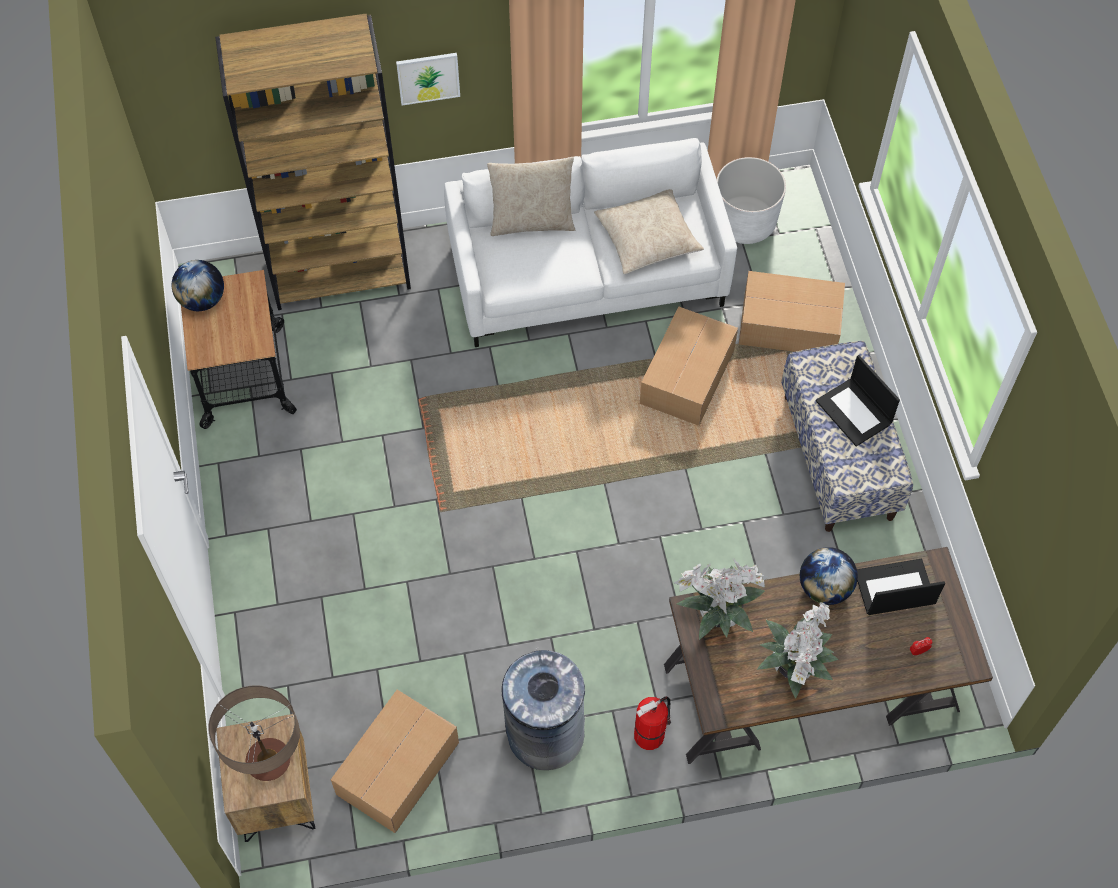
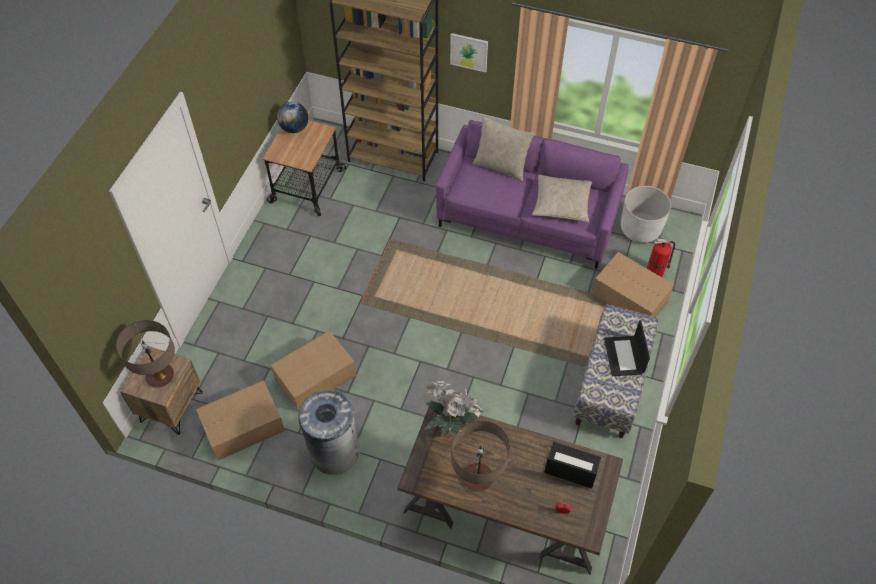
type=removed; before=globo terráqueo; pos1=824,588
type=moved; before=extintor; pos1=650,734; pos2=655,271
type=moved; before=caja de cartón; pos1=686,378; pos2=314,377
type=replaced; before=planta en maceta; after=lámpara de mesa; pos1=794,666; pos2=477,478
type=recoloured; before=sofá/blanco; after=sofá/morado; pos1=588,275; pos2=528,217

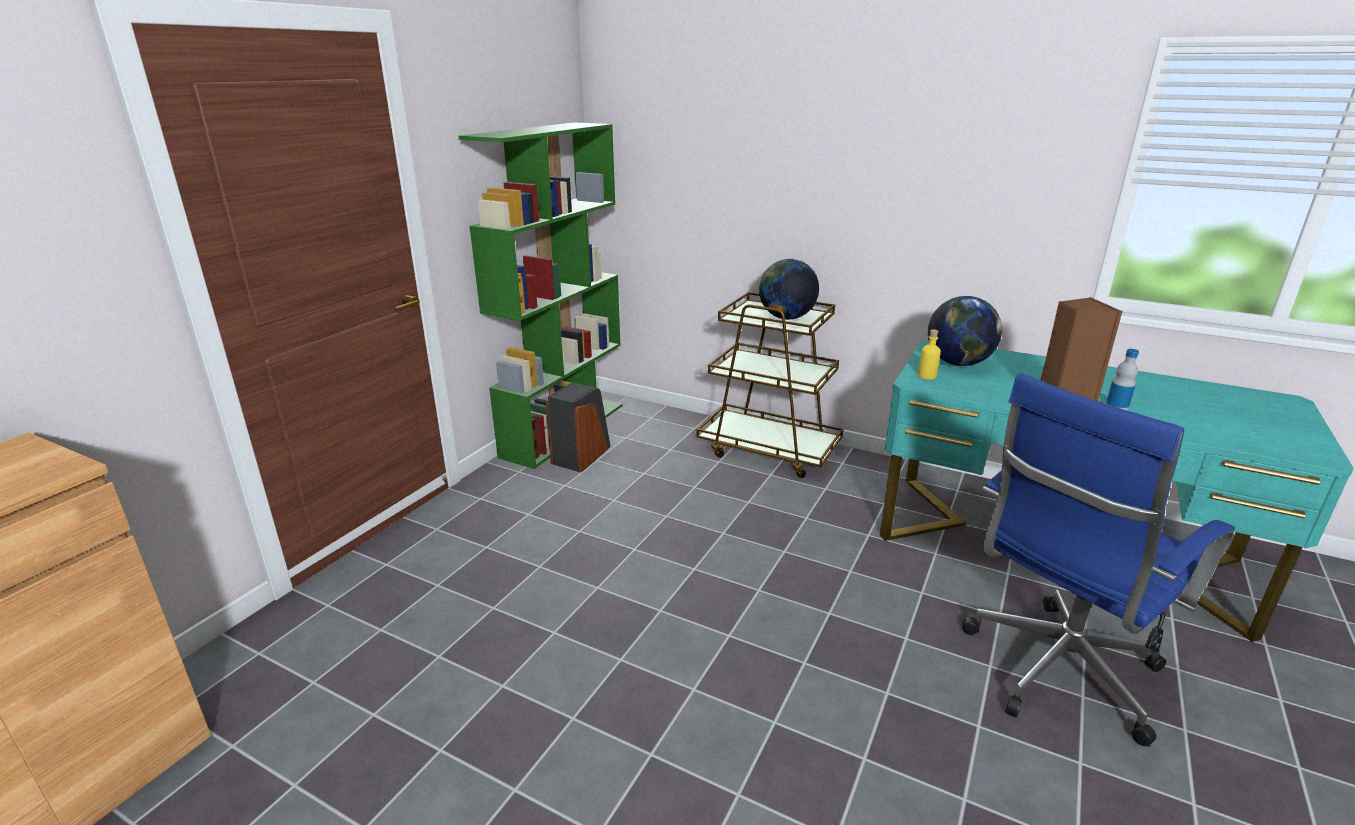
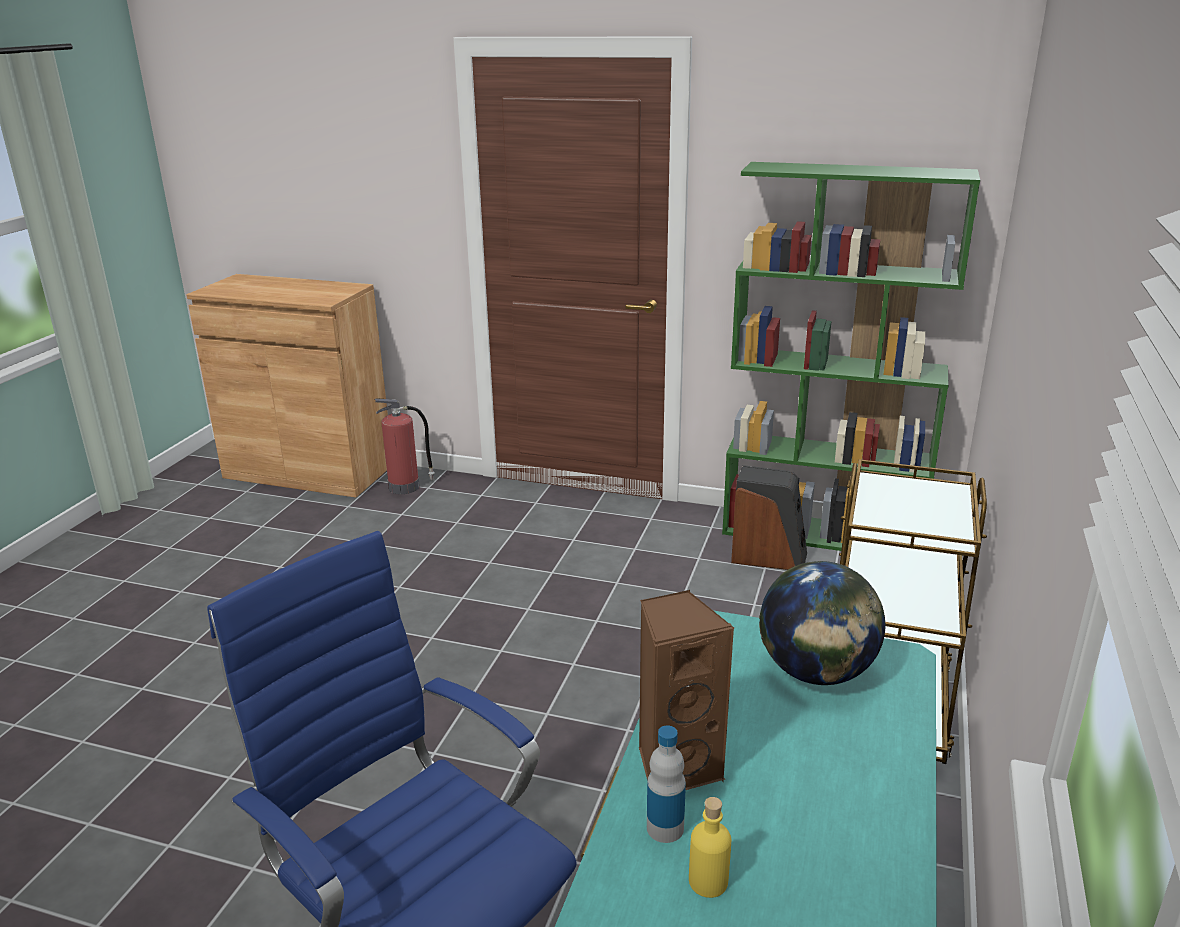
type=removed; before=globo terráqueo; pos1=786,318
type=added; after=extintor; pos2=406,487
type=moved; before=botella/amarillo; pos1=927,376; pos2=708,881

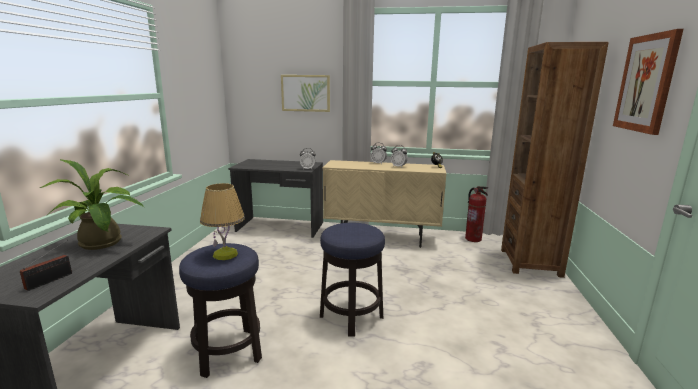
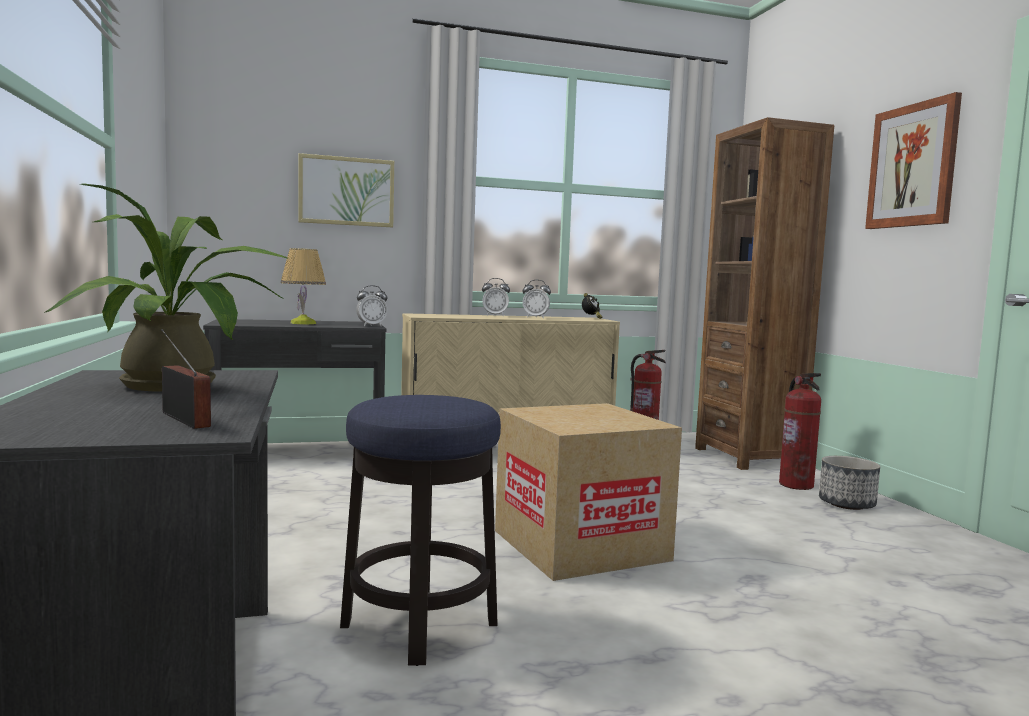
type=added; after=extintor; pos2=796,485
type=added; after=maceta; pos2=847,504
type=moved; before=lámpara de mesa; pos1=225,254; pos2=303,323
type=replaced; before=taburete; after=caja de cartón; pos1=351,317; pos2=580,545
type=turned; before=radio; pos1=52,280; pos2=185,418; turn=-45

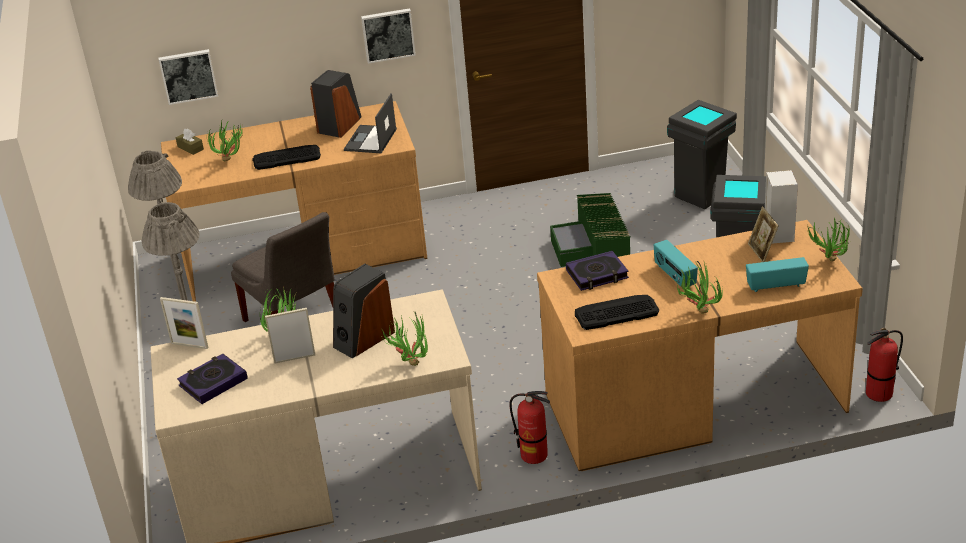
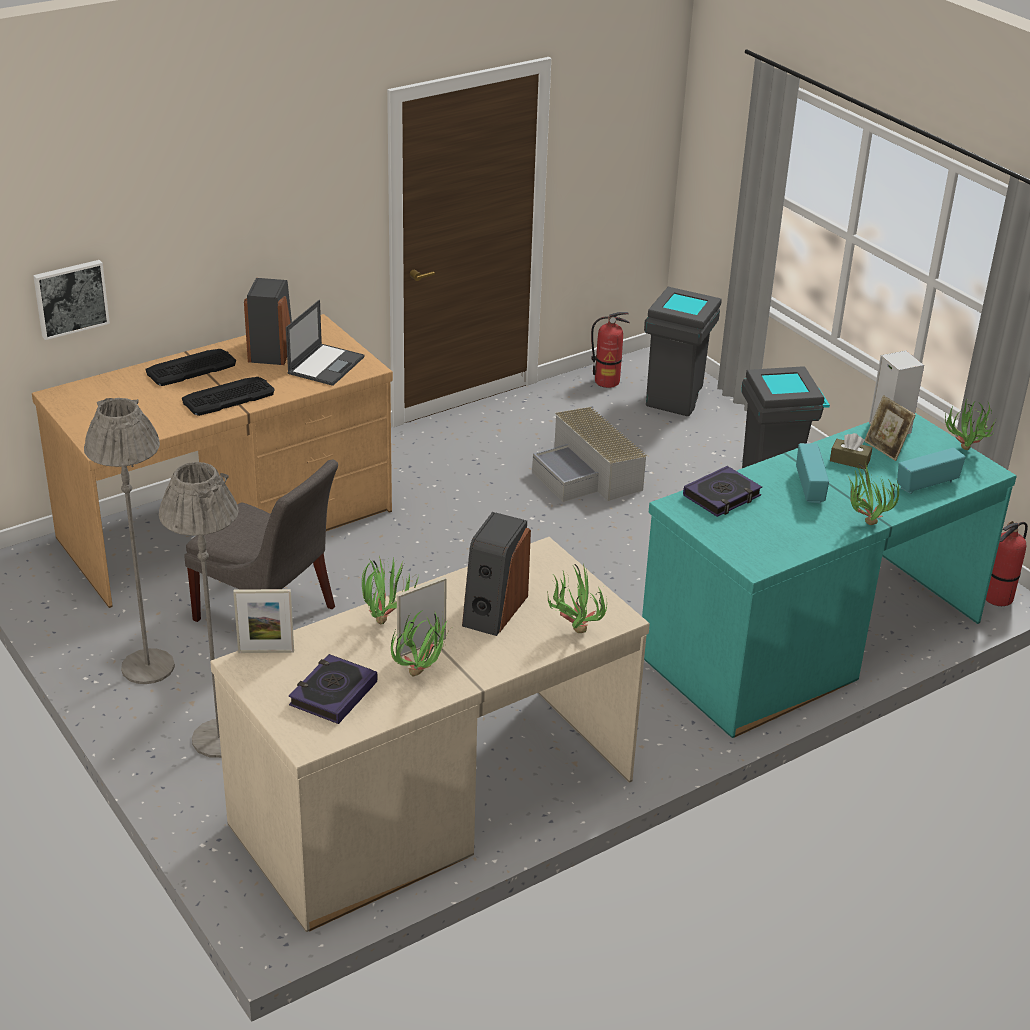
type=removed; before=cuadro; pos1=388,34
type=moved; before=caja de pañuelos/marrón; pos1=190,148; pos2=849,460
type=moved; before=planta en maceta; pos1=231,161; pos2=423,674
type=moved; before=extintor; pos1=534,455; pos2=607,382
type=moved; before=teclado; pos1=616,312; pos2=190,368
type=recoloured; before=escritorio/marrón; after=escritorio/turquesa; pos1=693,401; pos2=810,636
type=recoloured; before=caja de almacenaje/verde; after=caja de almacenaje/gris; pos1=594,247; pos2=588,474
type=turned; before=portátil; pos1=370,140; pos2=326,365; turn=-150
type=turned; before=radio; pos1=674,276; pos2=810,487; turn=-135

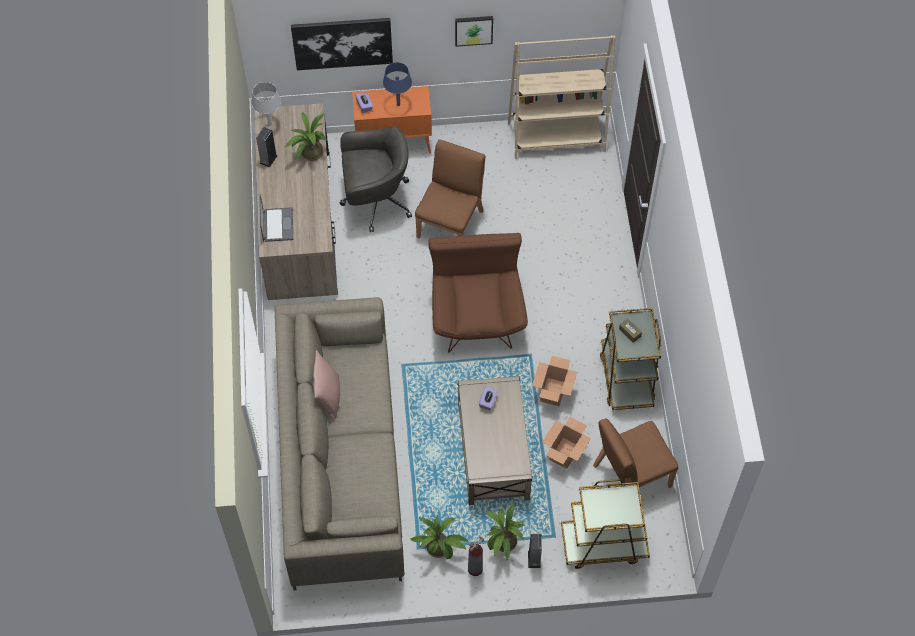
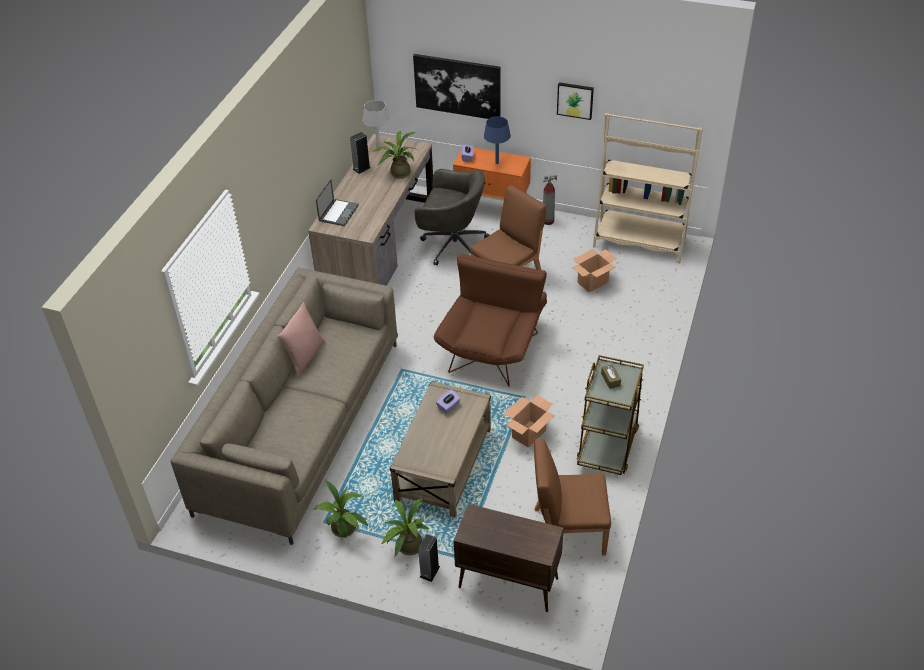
type=moved; before=extintor; pos1=475,569; pos2=548,221
type=moved; before=caja de cartón; pos1=564,453; pos2=592,282
type=replaced; before=carrito/marrón; after=armario/marrón; pos1=603,544; pos2=507,583

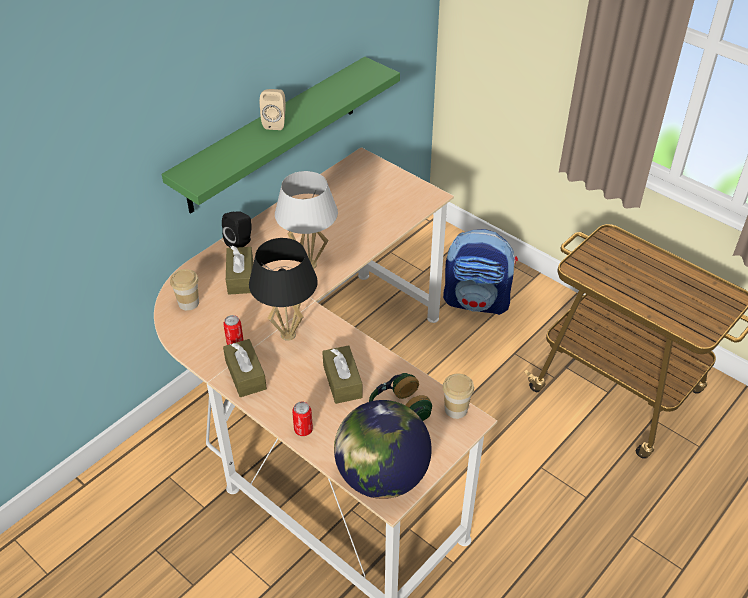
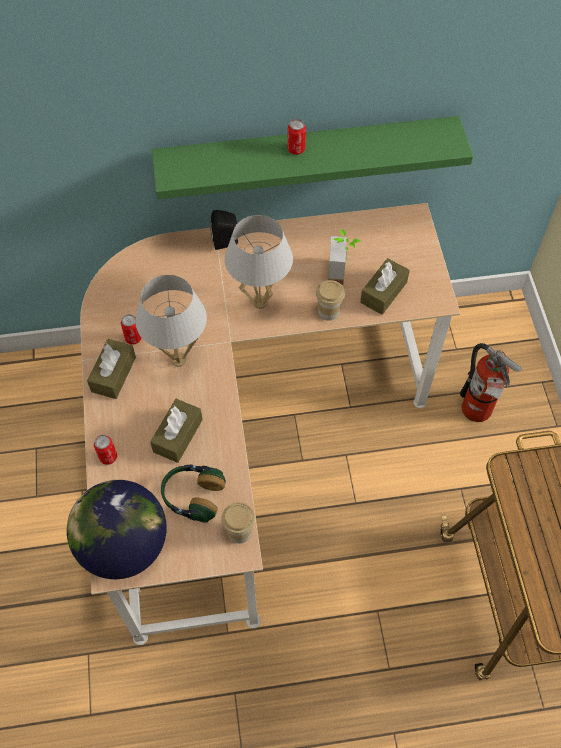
type=added; after=planta en maceta; pos2=342,272
type=moved; before=taza; pos1=188,303; pos2=328,311
type=moved; before=caja de pañuelos/marrón; pos1=240,277; pos2=383,292
type=replaced; before=altavoz/beis; after=lata; pos1=275,123; pos2=296,149
type=replaced; before=mochila; after=extintor; pos1=477,301; pos2=477,413
type=recoloured; before=lámpara de mesa/negro; after=lámpara de mesa/blanco; pos1=288,334; pos2=179,360

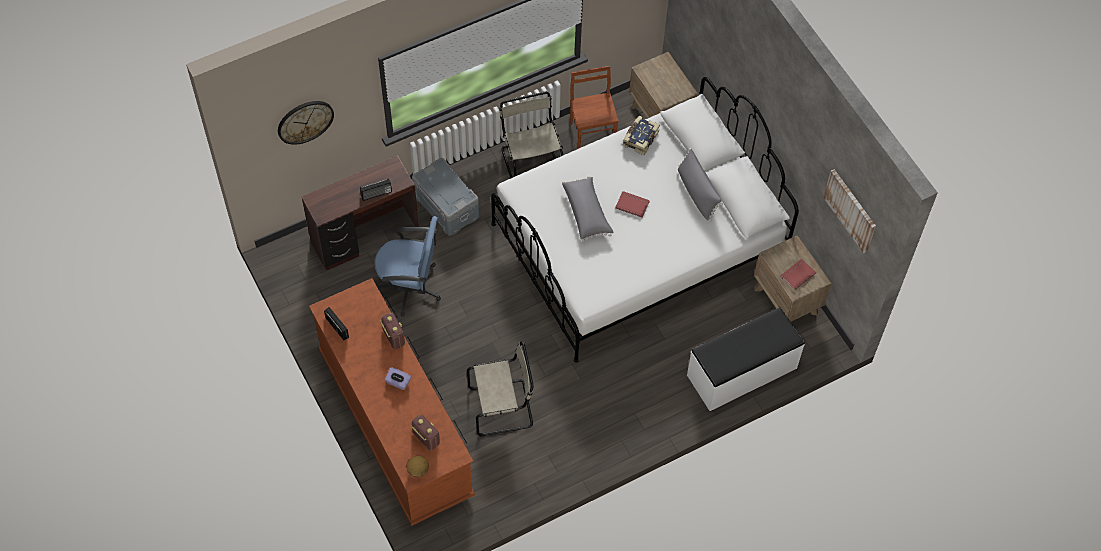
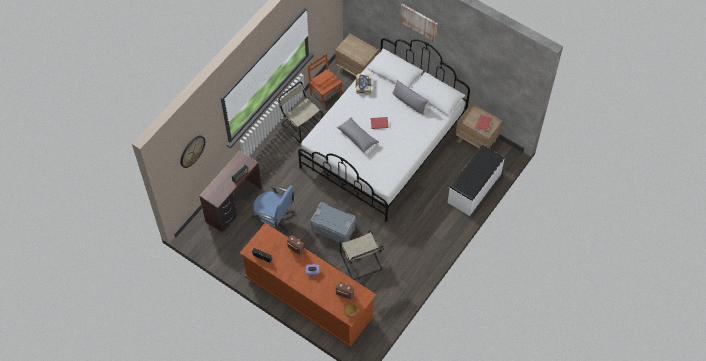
type=moved; before=caja de almacenaje/gris; pos1=446,206; pos2=333,228
type=moved; before=cuadro; pos1=850,210; pos2=419,21
type=turned; before=silla de oficina/azul; pos1=410,287; pos2=274,221; turn=45
type=turned; before=silla/beis; pos1=503,407; pos2=361,262; turn=105

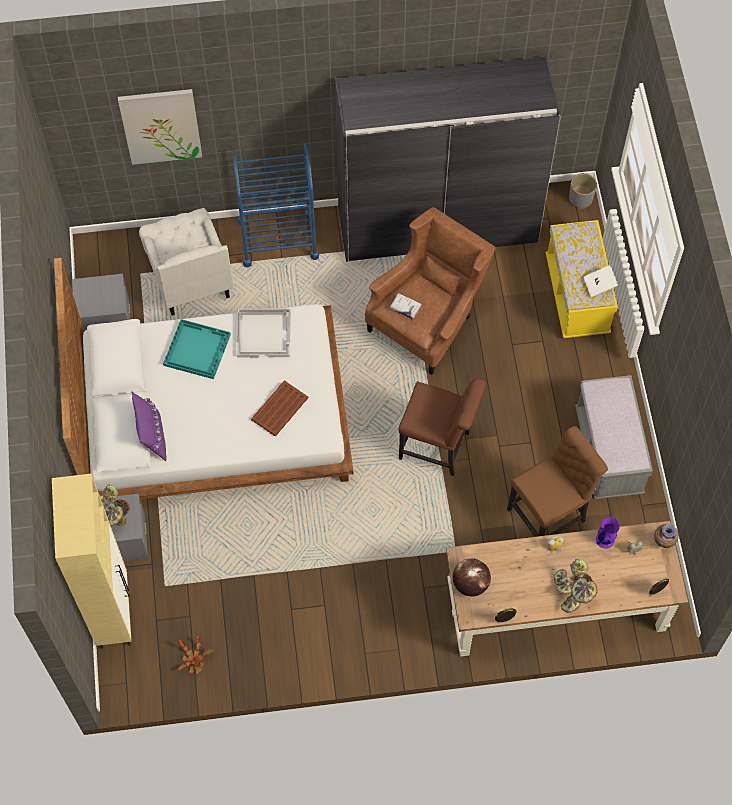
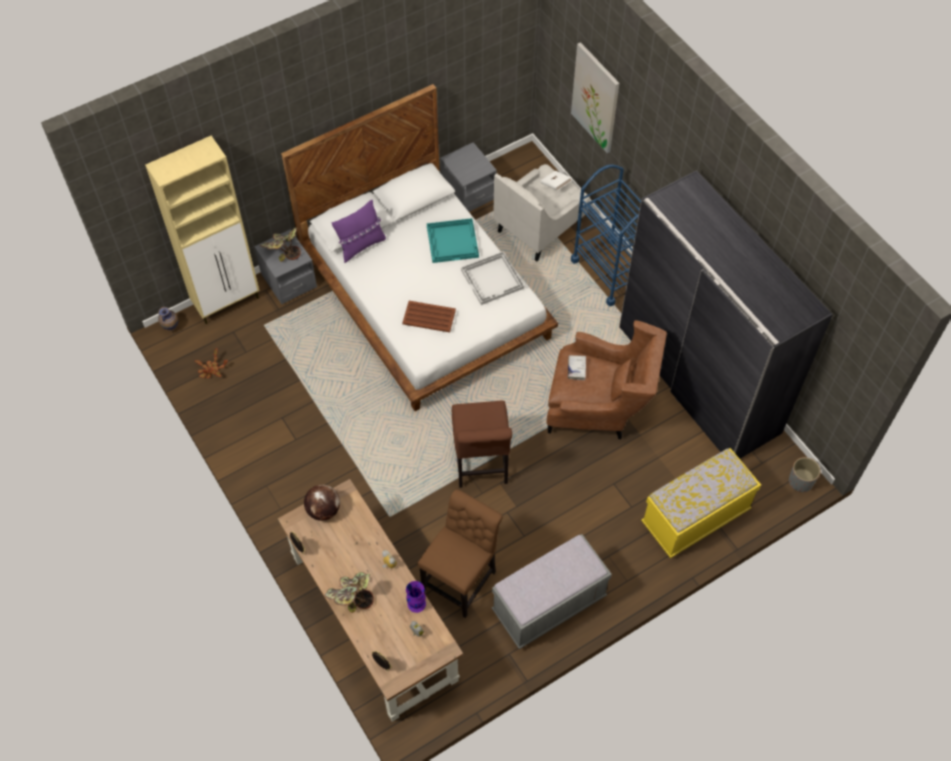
type=moved; before=libro/blanco; pos1=599,285; pos2=555,185
type=moved; before=florero; pos1=663,543; pos2=171,328
type=turned; before=silla/marrón; pos1=549,514; pos2=461,578; turn=-90

